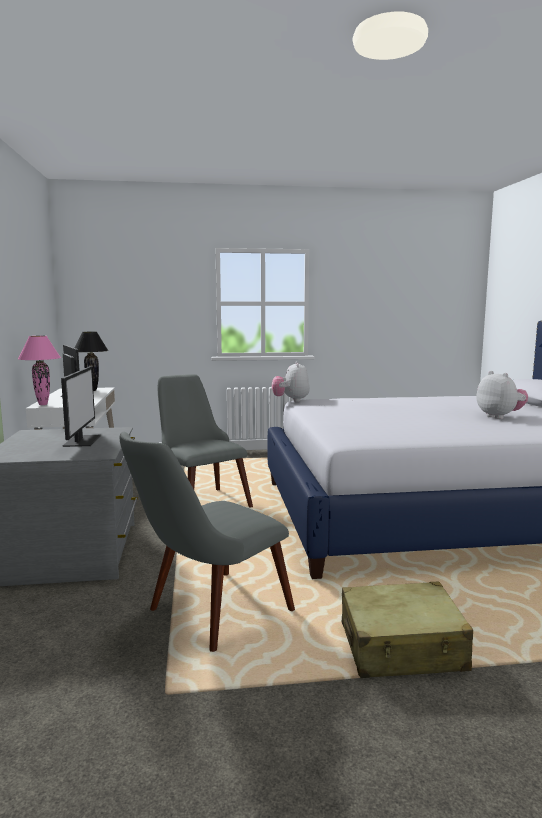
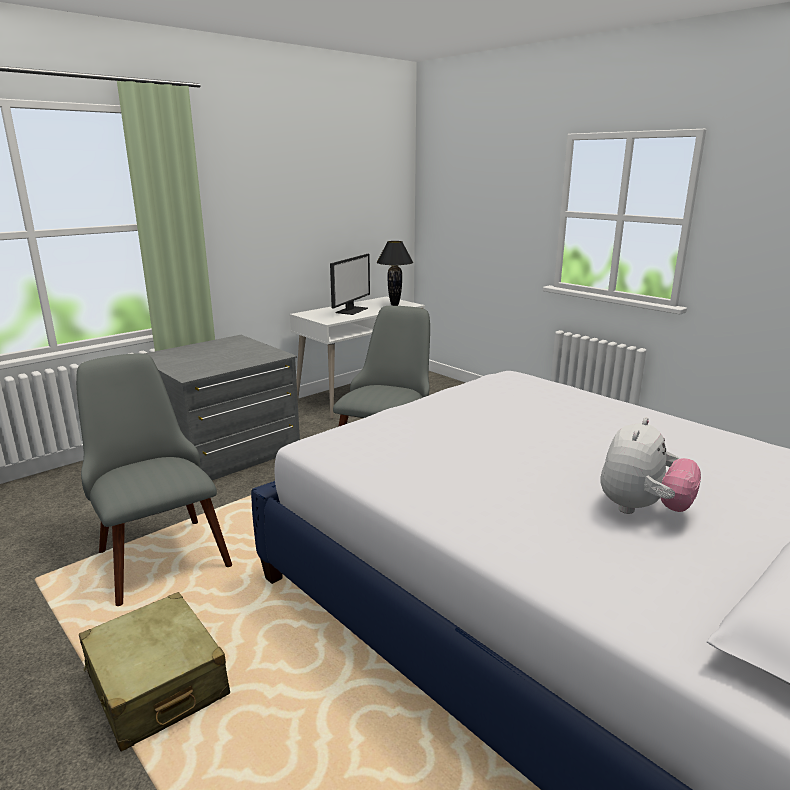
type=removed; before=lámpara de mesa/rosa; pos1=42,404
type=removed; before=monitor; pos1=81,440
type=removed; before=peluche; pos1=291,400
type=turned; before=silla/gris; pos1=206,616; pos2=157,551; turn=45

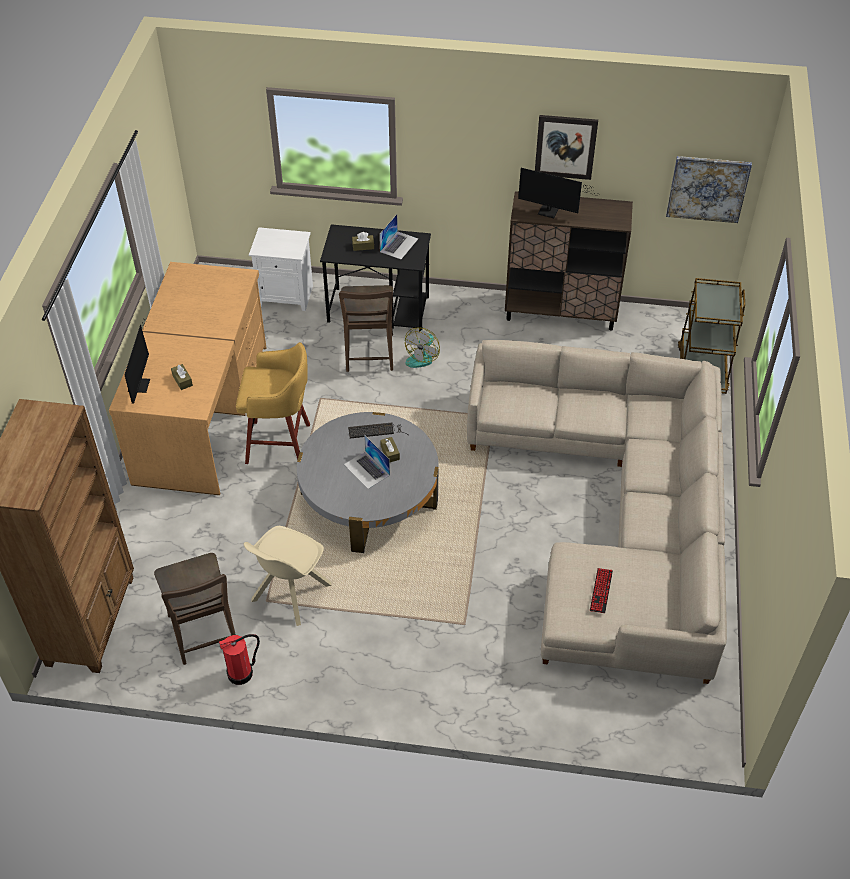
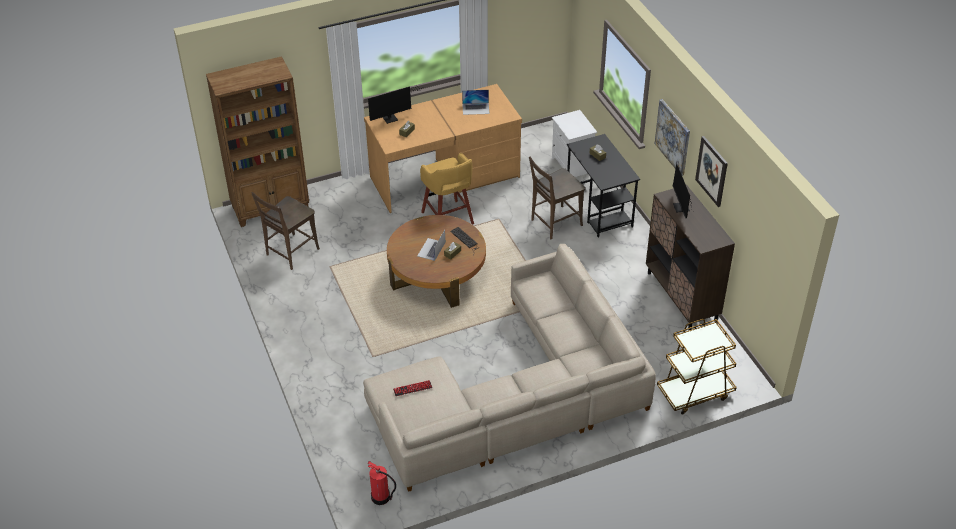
type=removed; before=silla/beis; pos1=289,594
type=removed; before=ventilador; pos1=422,356
type=moved; before=extintor; pos1=241,673; pos2=381,497
type=moved; before=portátil; pos1=399,245; pos2=476,108
type=moved; before=cuadro; pos1=707,188; pos2=673,137
type=recoloured; before=mesa de centro/gris; after=mesa de centro/marrón; pos1=369,497; pos2=437,274

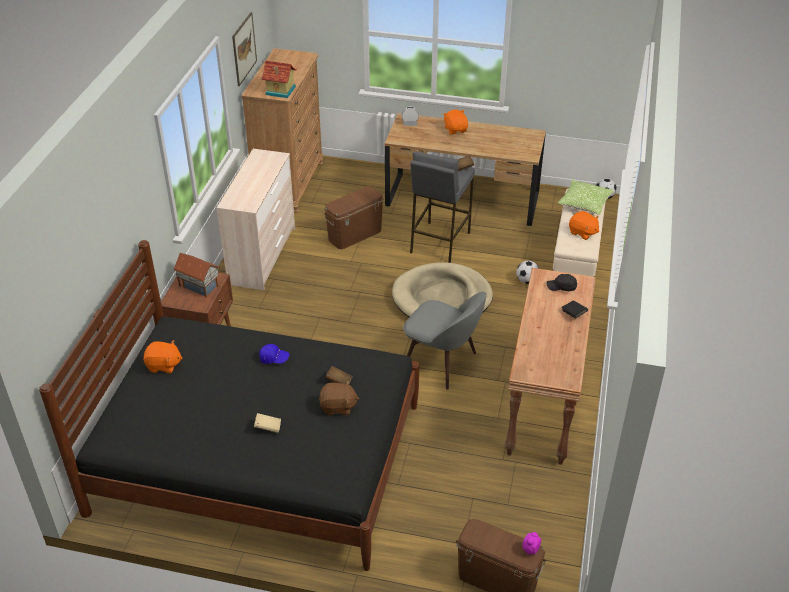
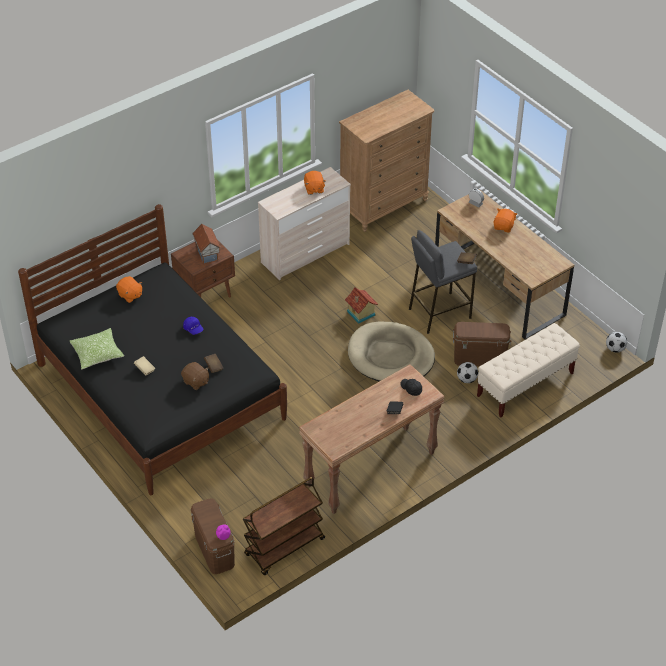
type=removed; before=cuadro; pos1=244,49
type=removed; before=silla/gris; pos1=442,362
type=added; after=carrito/marrón; pos2=284,547
type=moved; before=casita; pos1=280,91; pos2=360,313
type=moved; before=caja de almacenaje/marrón; pos1=355,234; pos2=479,358
type=moved; before=cojín; pos1=584,203; pos2=97,354
type=moved; before=peluche/naranja; pos1=582,233; pos2=314,189

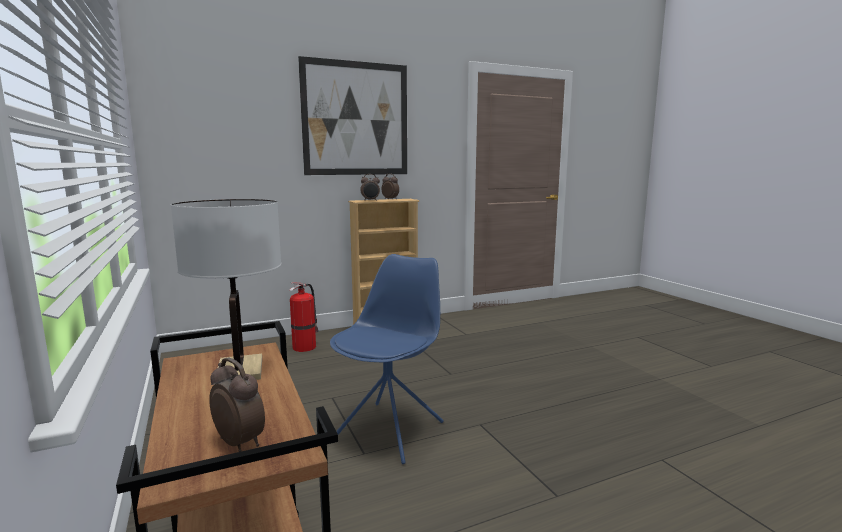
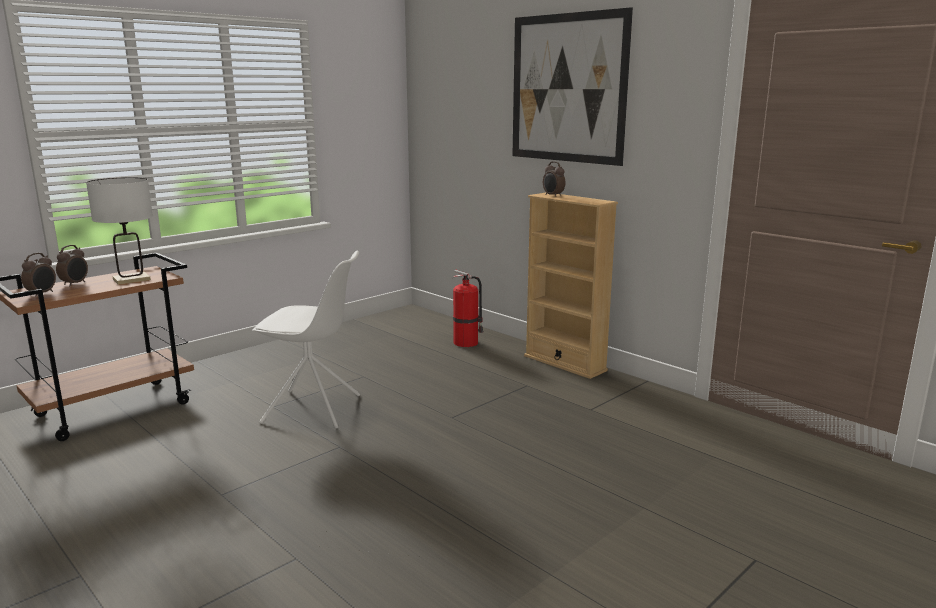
type=moved; before=despertador; pos1=390,199; pos2=75,284
type=recoloured; before=silla/azul; after=silla/blanco; pos1=390,430; pos2=314,409

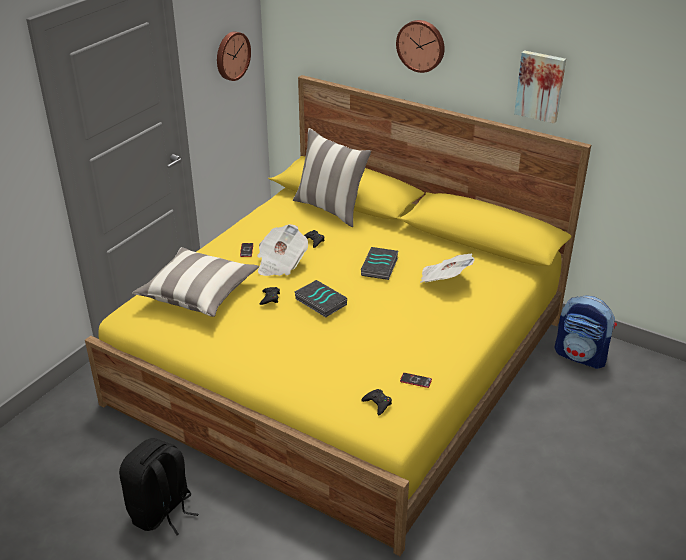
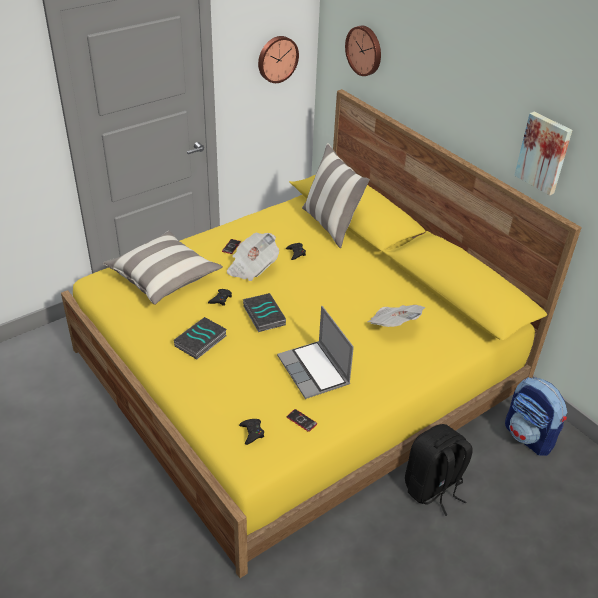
type=added; after=portátil; pos2=314,371
type=moved; before=mochila/negro; pos1=161,511; pos2=433,488
type=moved; before=libro; pos1=380,267; pos2=201,341
type=moved; before=reloj de pared; pos1=421,45; pos2=365,50

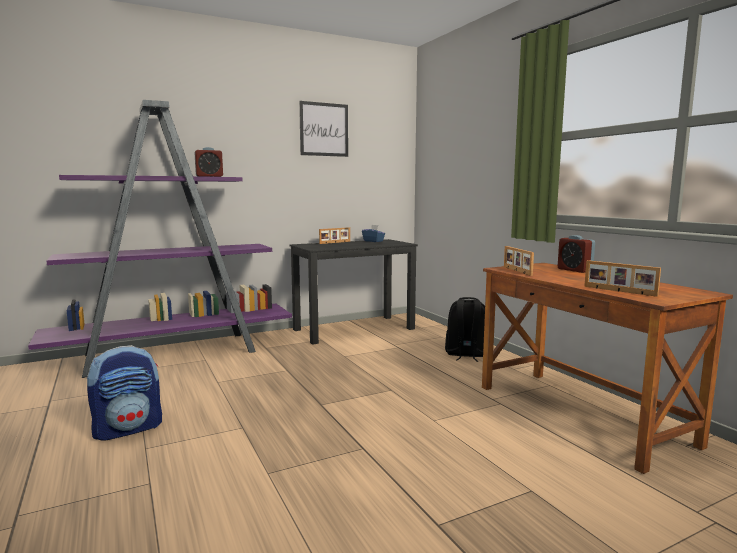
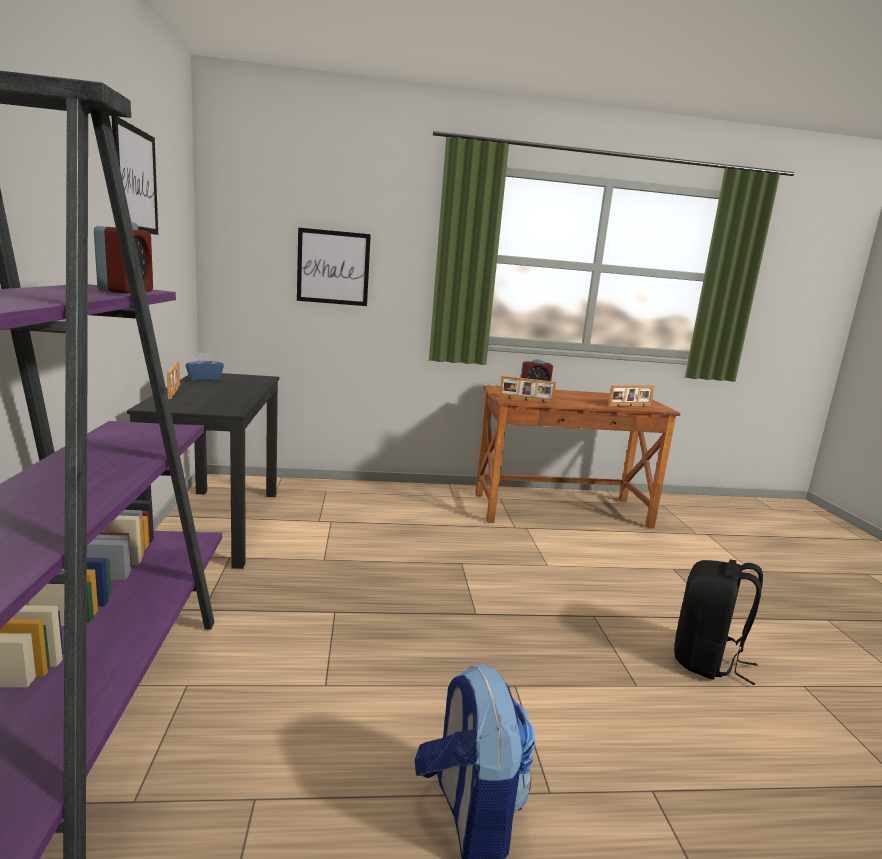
type=added; after=cuadro; pos2=333,267
type=moved; before=mochila/negro; pos1=466,355; pos2=707,660

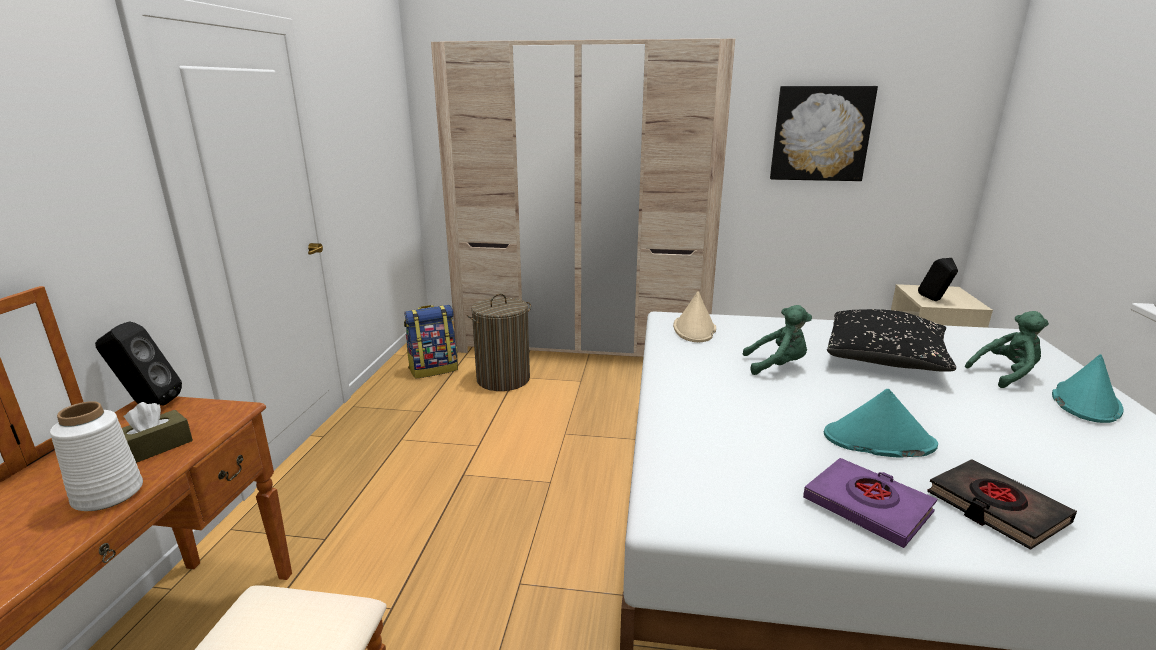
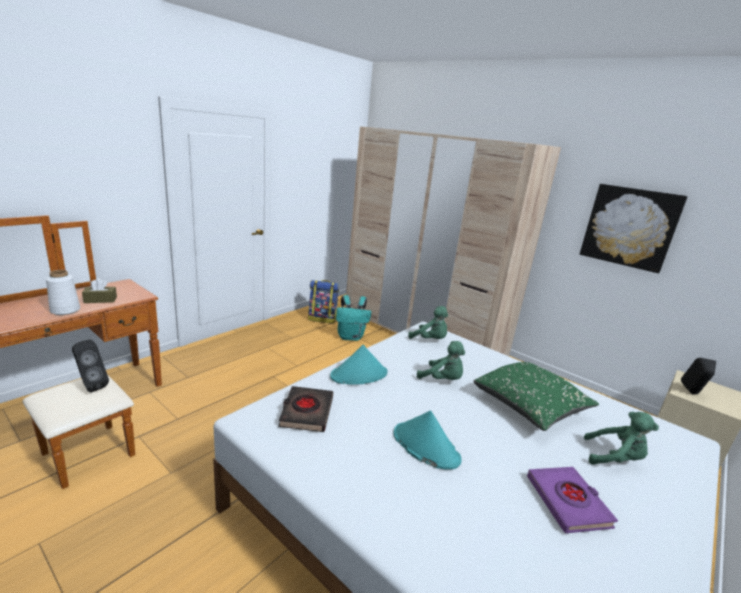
type=moved; before=altavoz/negro; pos1=147,404; pos2=90,386
type=moved; before=libro/morado; pos1=867,506; pos2=568,502
type=moved; before=libro/negro; pos1=995,508; pos2=306,412
type=moved; before=sombrero/turquesa; pos1=1085,402; pos2=359,375
type=replaced; before=cesto de la ropa; after=mochila/turquesa; pos1=503,379; pos2=351,337
type=replaced; before=sombrero/beis; after=peluche/verde; pos1=694,329; pos2=430,340
type=recoloured; before=cojín/negro; after=cojín/verde; pos1=884,359; pos2=530,407

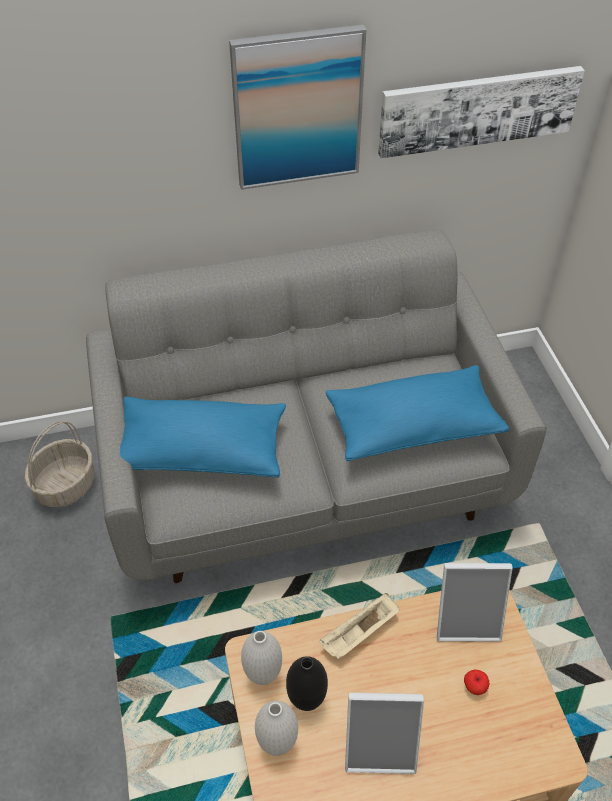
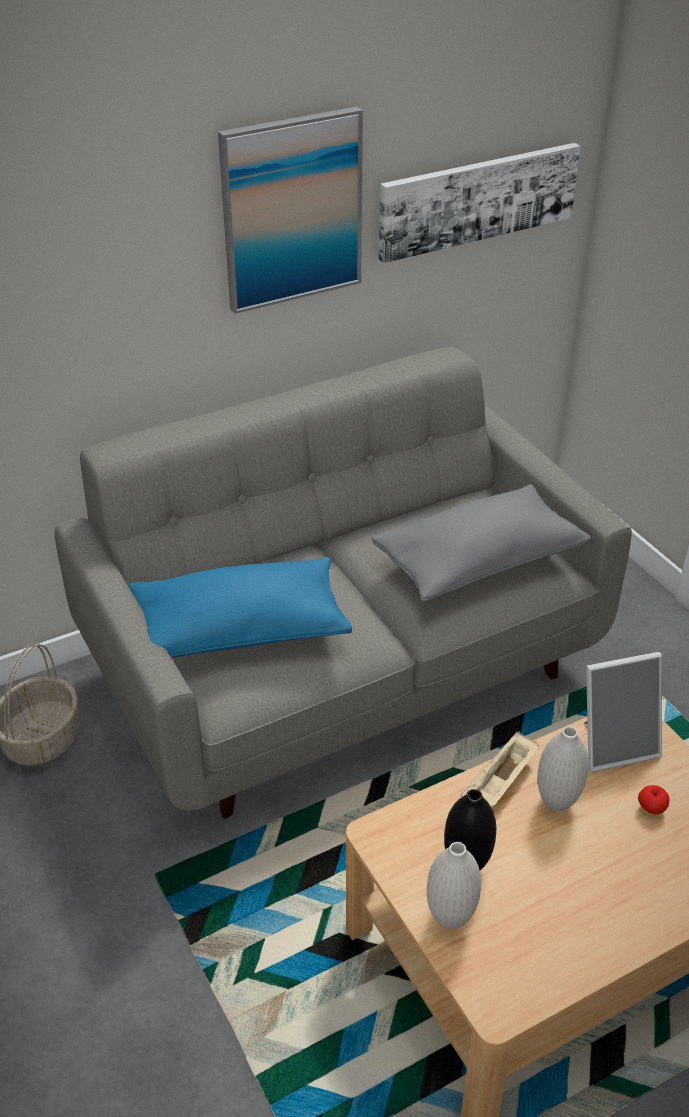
type=removed; before=portarretratos; pos1=380,746
type=moved; before=florero/blanco; pos1=263,674; pos2=556,802
type=recoloured; before=cojín/azul; after=cojín/gris; pos1=413,426; pos2=479,562

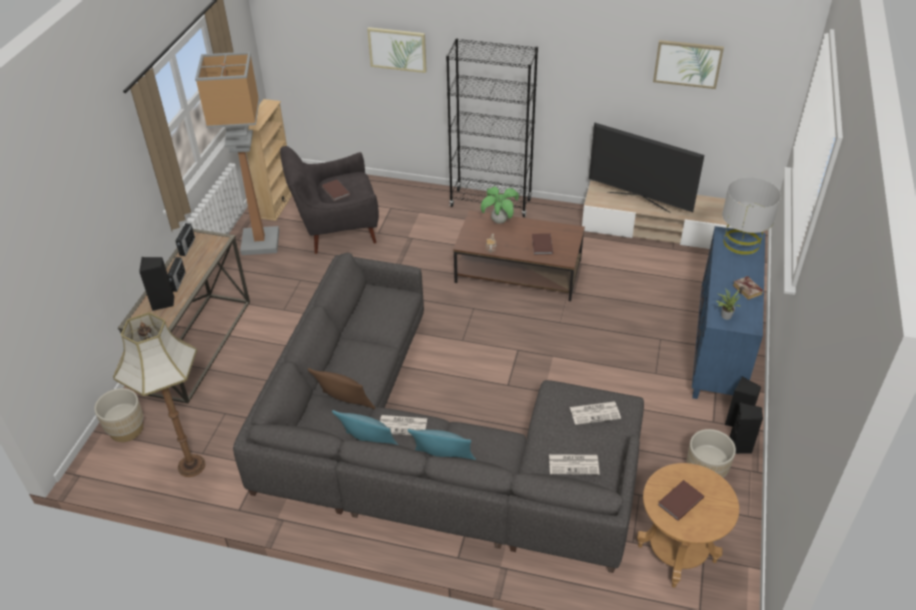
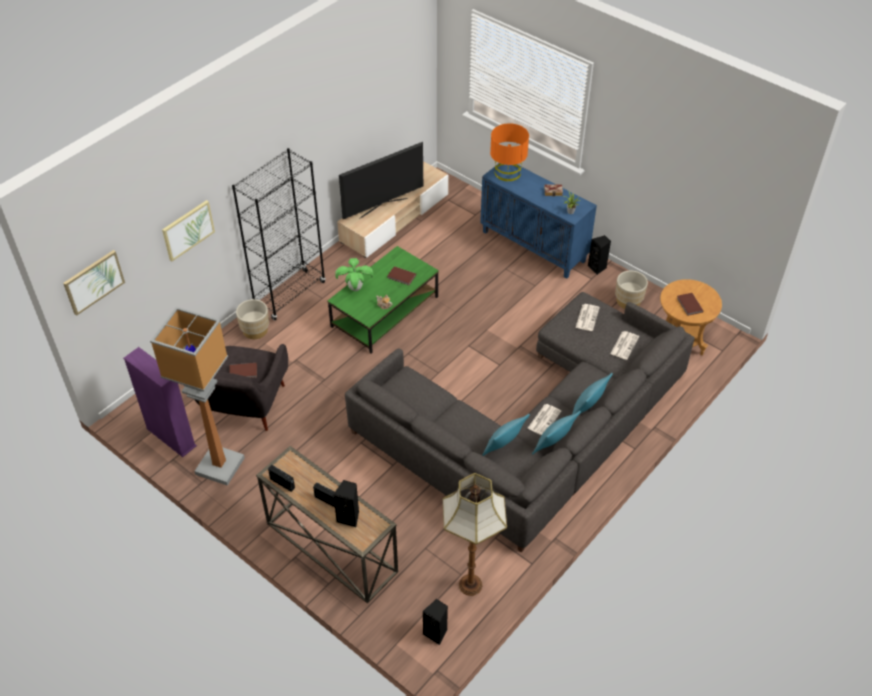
type=moved; before=maceta/beis; pos1=126,429; pos2=255,330
type=moved; before=cuadro; pos1=687,63; pos2=93,281
type=moved; before=altavoz/negro; pos1=740,446; pos2=436,633
type=recoloured; before=estantería/beis; after=estantería/morado; pos1=277,204; pos2=171,437
type=recoloured; before=cojín/marrón; after=cojín/turquesa; pos1=345,405; pos2=503,448
type=recoloured; before=mesa de centro/marrón; after=mesa de centro/verde; pos1=517,271; pos2=384,312
type=recoloured; before=lámpara de mesa/gris; after=lámpara de mesa/naranja; pos1=741,243; pos2=507,172

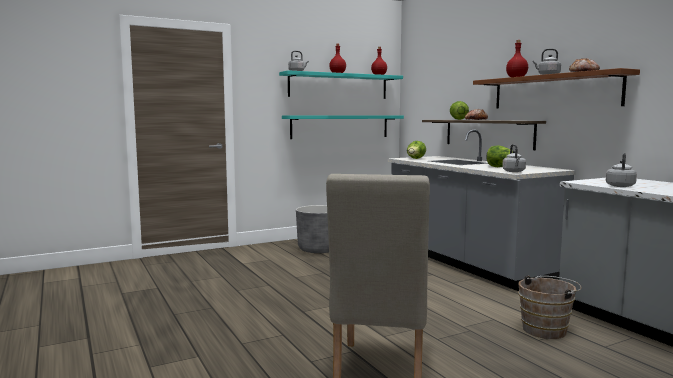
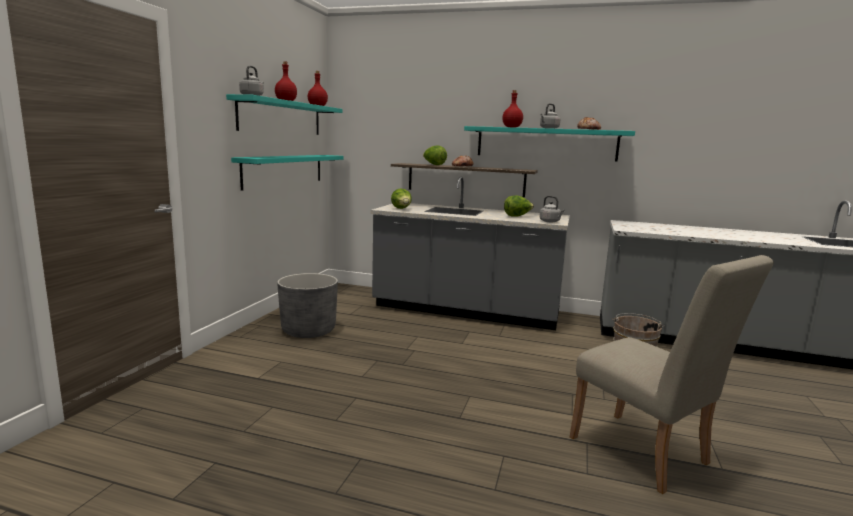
type=removed; before=hervidor/gris; pos1=620,186
type=recoloured; before=estante/marrón; after=estante/turquesa; pos1=553,91; pos2=546,143

